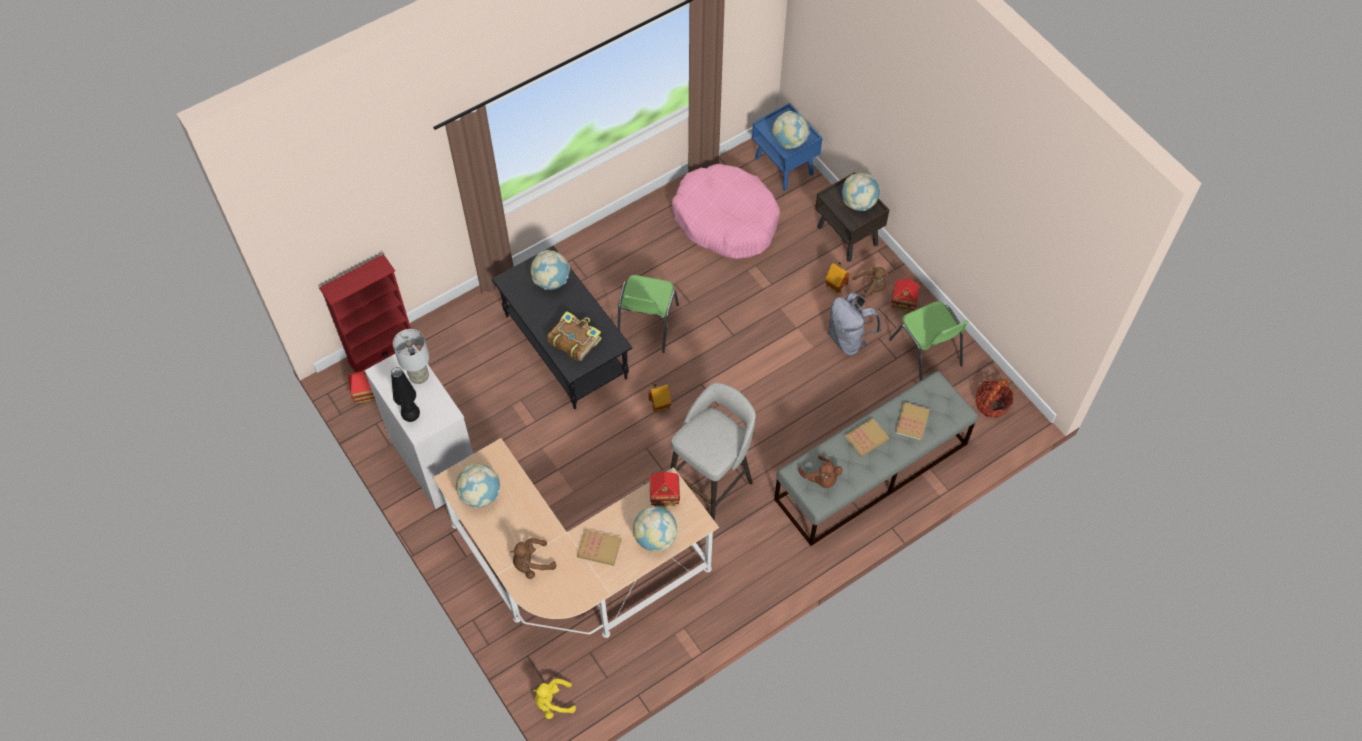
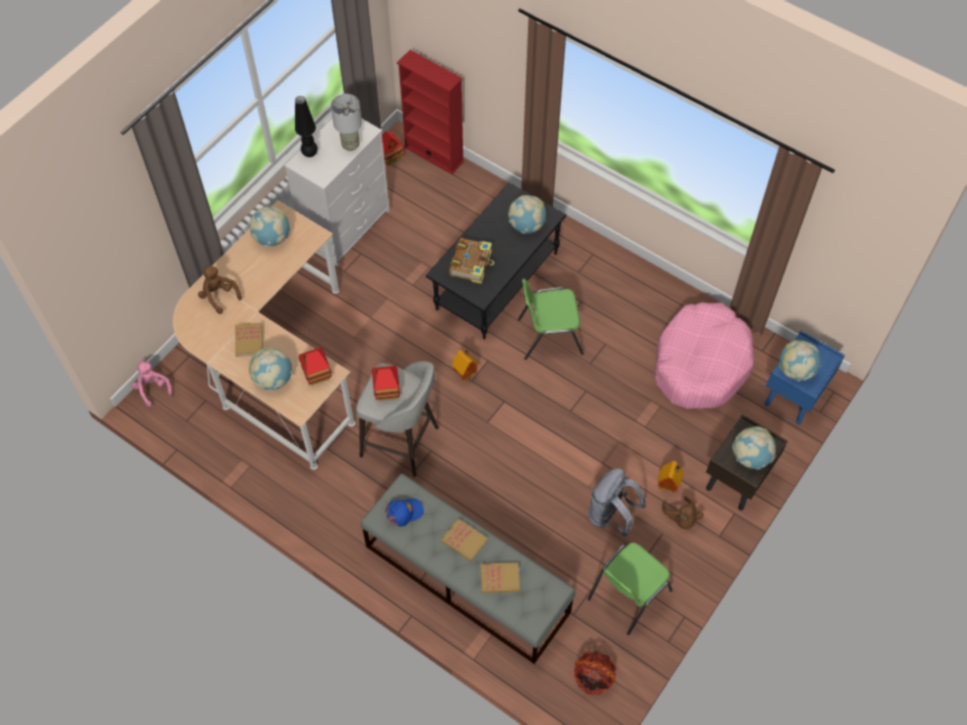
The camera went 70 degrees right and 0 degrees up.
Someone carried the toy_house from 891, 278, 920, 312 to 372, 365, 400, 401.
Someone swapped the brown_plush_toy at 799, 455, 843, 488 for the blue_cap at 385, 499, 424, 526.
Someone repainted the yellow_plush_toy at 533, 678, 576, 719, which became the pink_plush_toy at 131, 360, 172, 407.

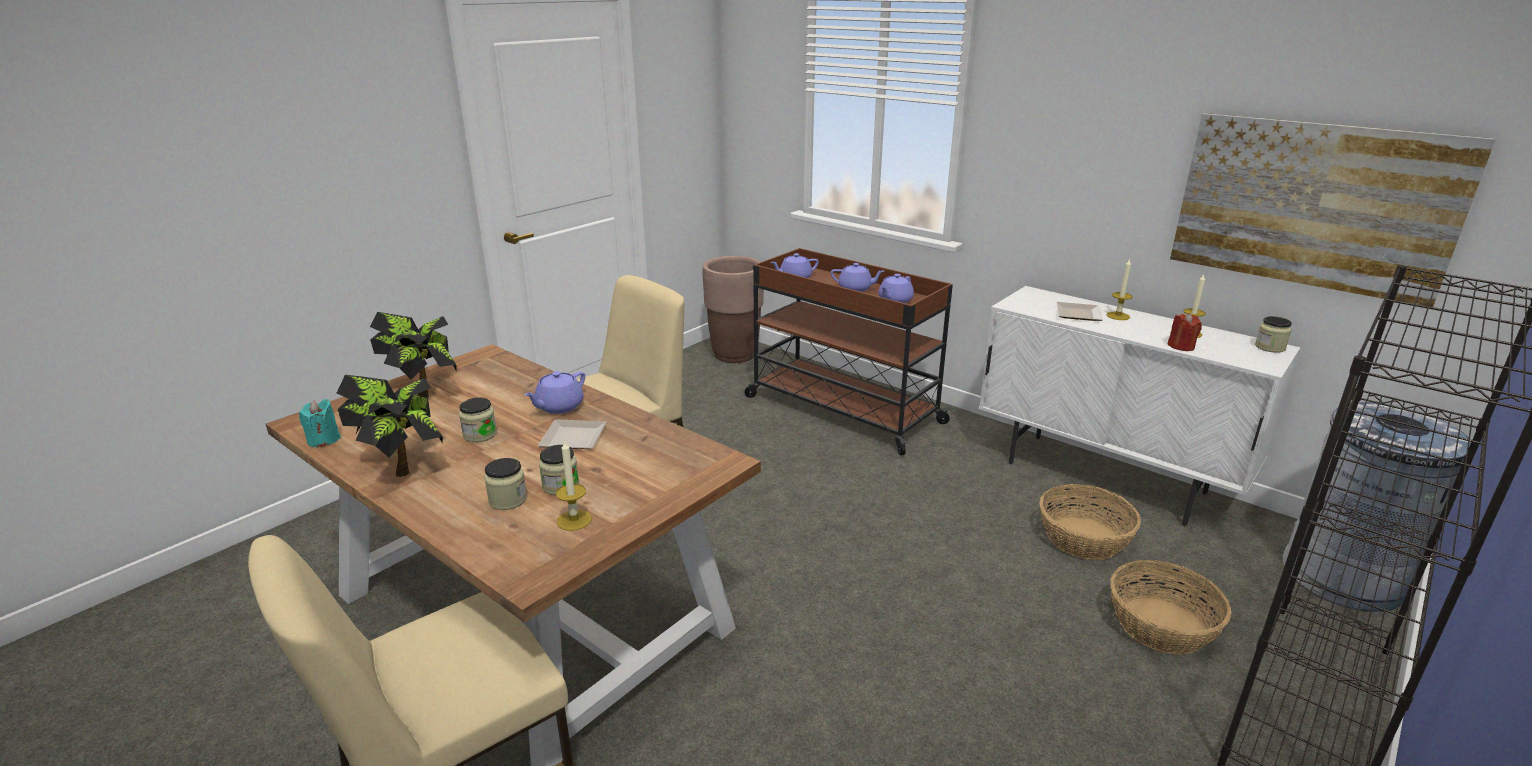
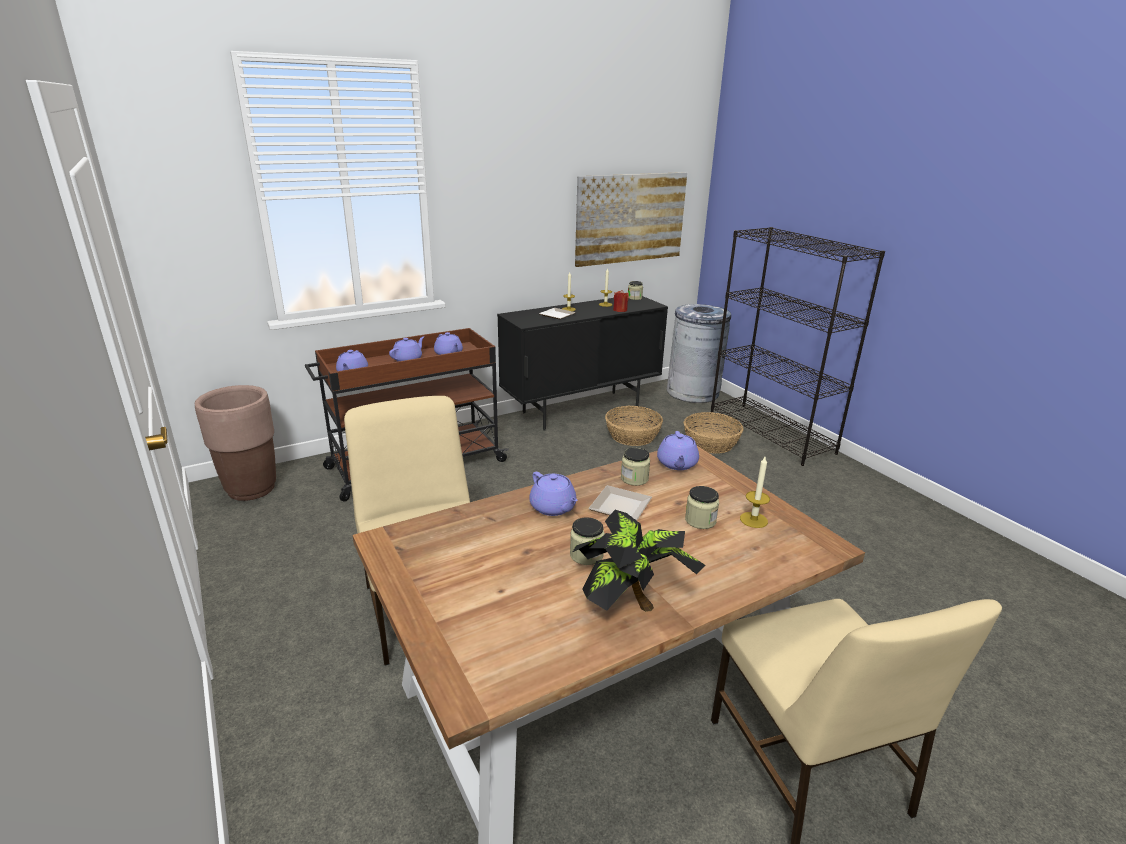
The camera went 70 degrees left and 0 degrees up.
Someone repainted the white_cabinet at 979, 286, 1300, 526, which became the black_cabinet at 497, 296, 668, 431.
Someone took away the potted_plant at 370, 312, 456, 398.
Someone took away the turquoise_candle at 299, 399, 341, 448.
Someone carried the jar from 484, 458, 527, 510 to 621, 447, 650, 486.
Someone put down the purple_teapot at 657, 431, 699, 470.

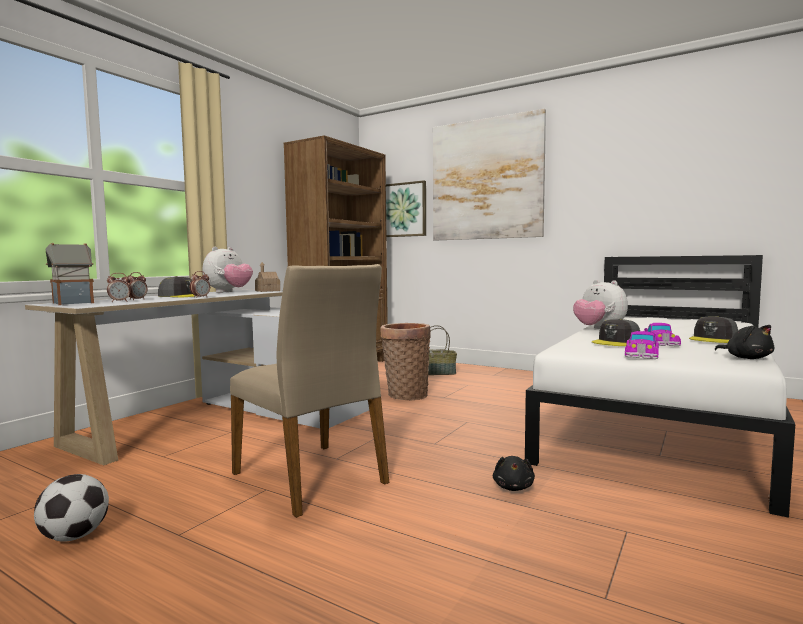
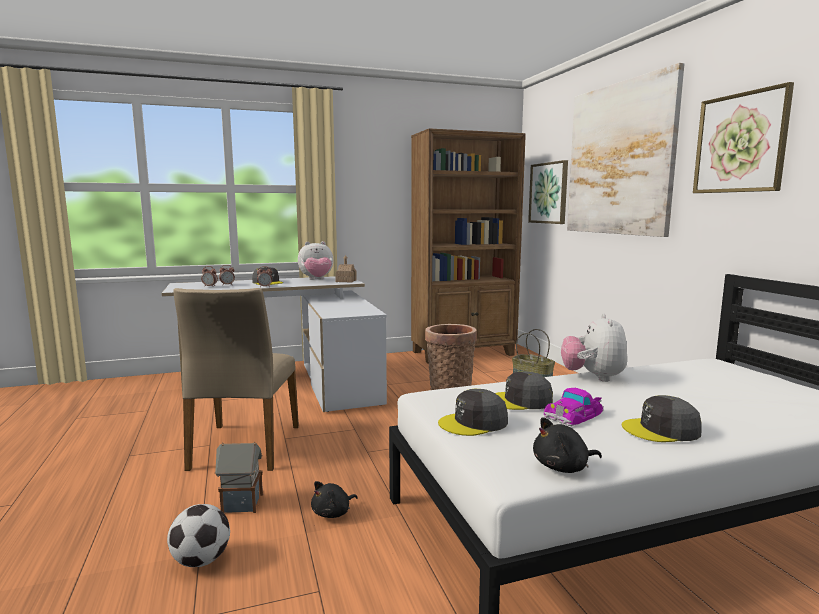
The camera went 40 degrees right and 5 degrees up.
Someone carried the toy_house from 45, 243, 94, 305 to 215, 442, 263, 513.
Someone rotated the black_plush_toy at 715, 325, 774, 359 by 60 degrees clockwise.
Someone swapped the toy_car at 625, 331, 659, 359 for the grey_cap at 438, 389, 508, 436.
Someone carried the football from 34, 474, 109, 542 to 167, 504, 230, 567.
Someone put up the picture at 693, 82, 794, 193.

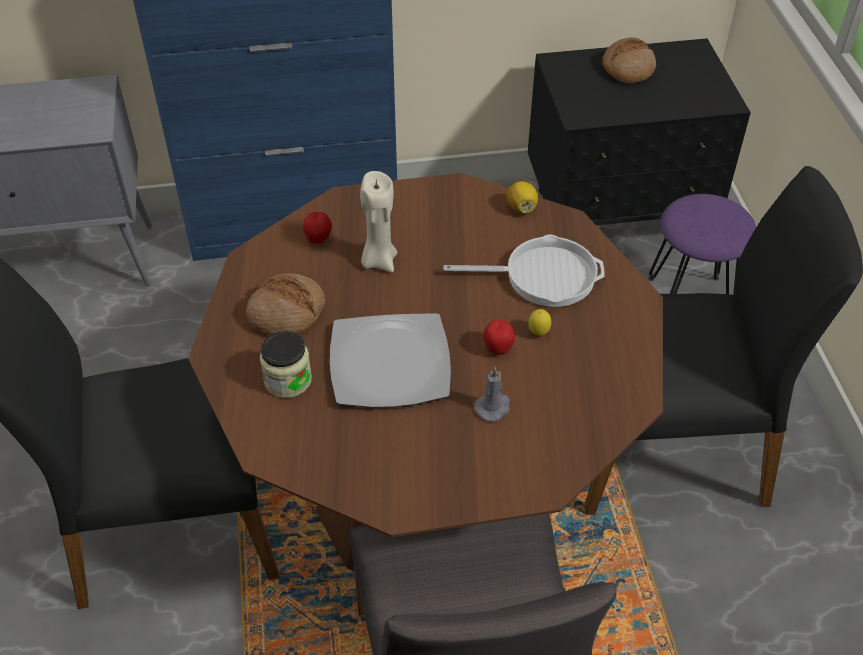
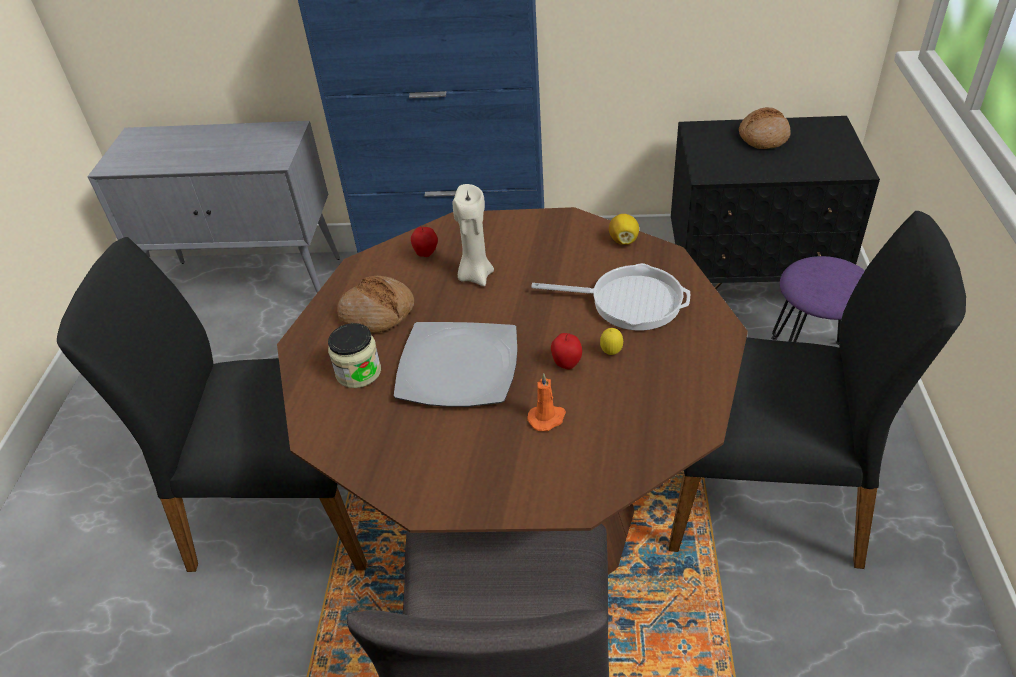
The camera went 15 degrees right and 5 degrees down.
Someone repainted the grey_candle at 474, 367, 510, 422, which became the orange_candle at 527, 373, 566, 431.

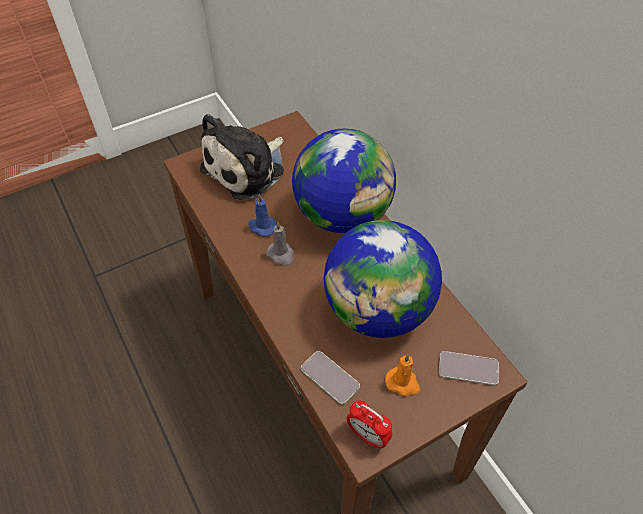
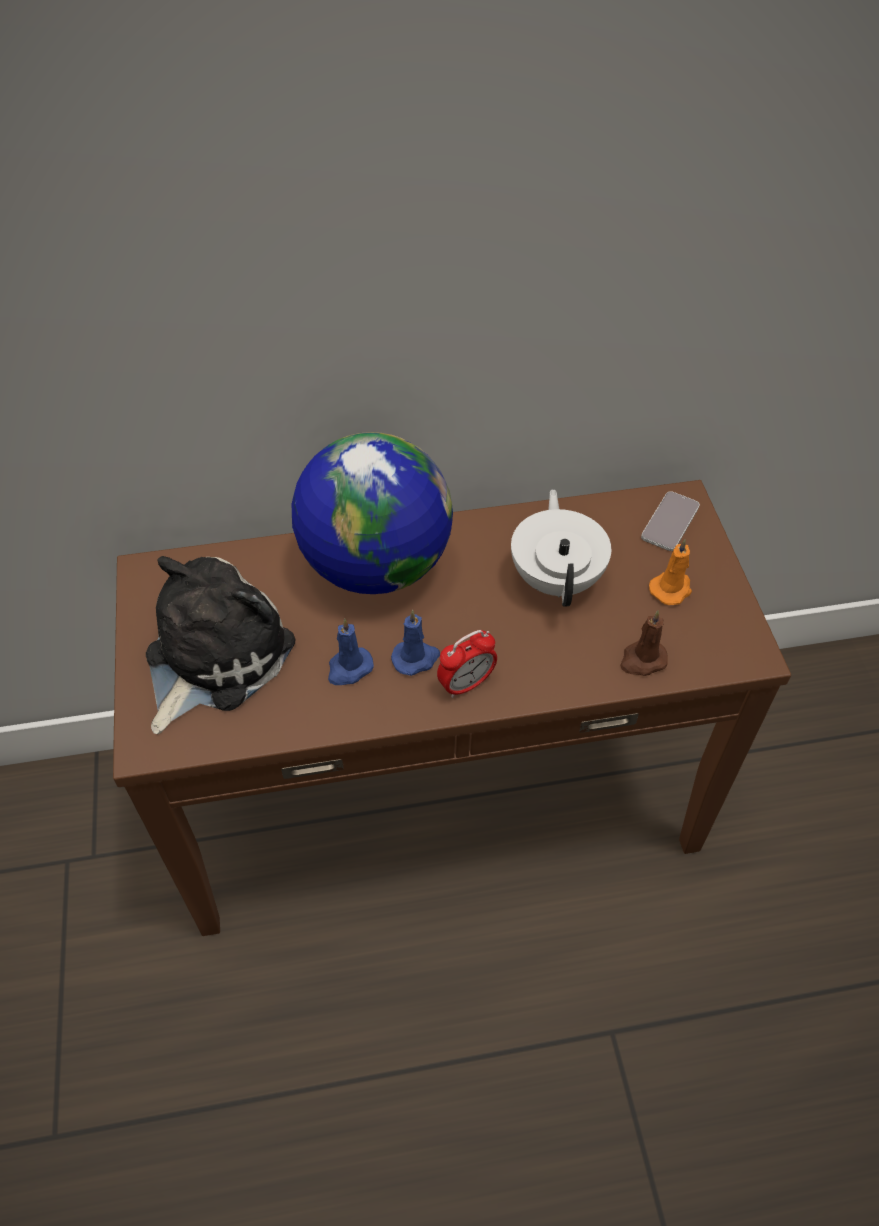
The camera went 70 degrees left and 0 degrees up.
Someone rotated the plush_toy at 200, 114, 284, 200 by 120 degrees counterclockwise.
Someone swapped the globe at 324, 220, 442, 338 for the white_teapot at 511, 489, 611, 606.
Someone repainted the grey_candle at 266, 222, 294, 266, which became the blue_candle at 391, 610, 440, 676.
Someone swapped the phone at 301, 351, 360, 405 for the brown_candle at 620, 611, 668, 676.
Someone carried the alarm_clock from 347, 401, 392, 449 to 437, 630, 497, 698.

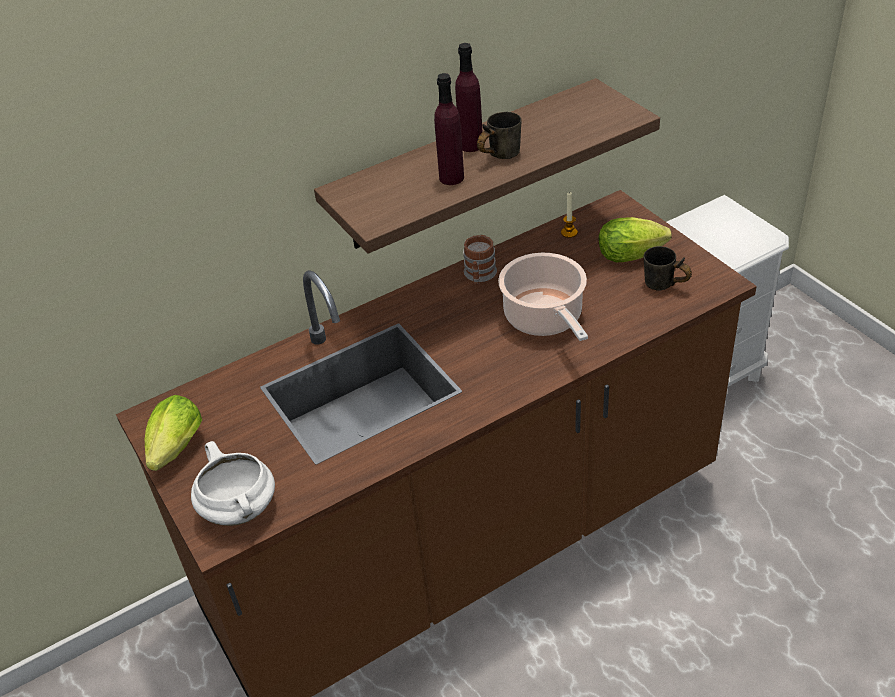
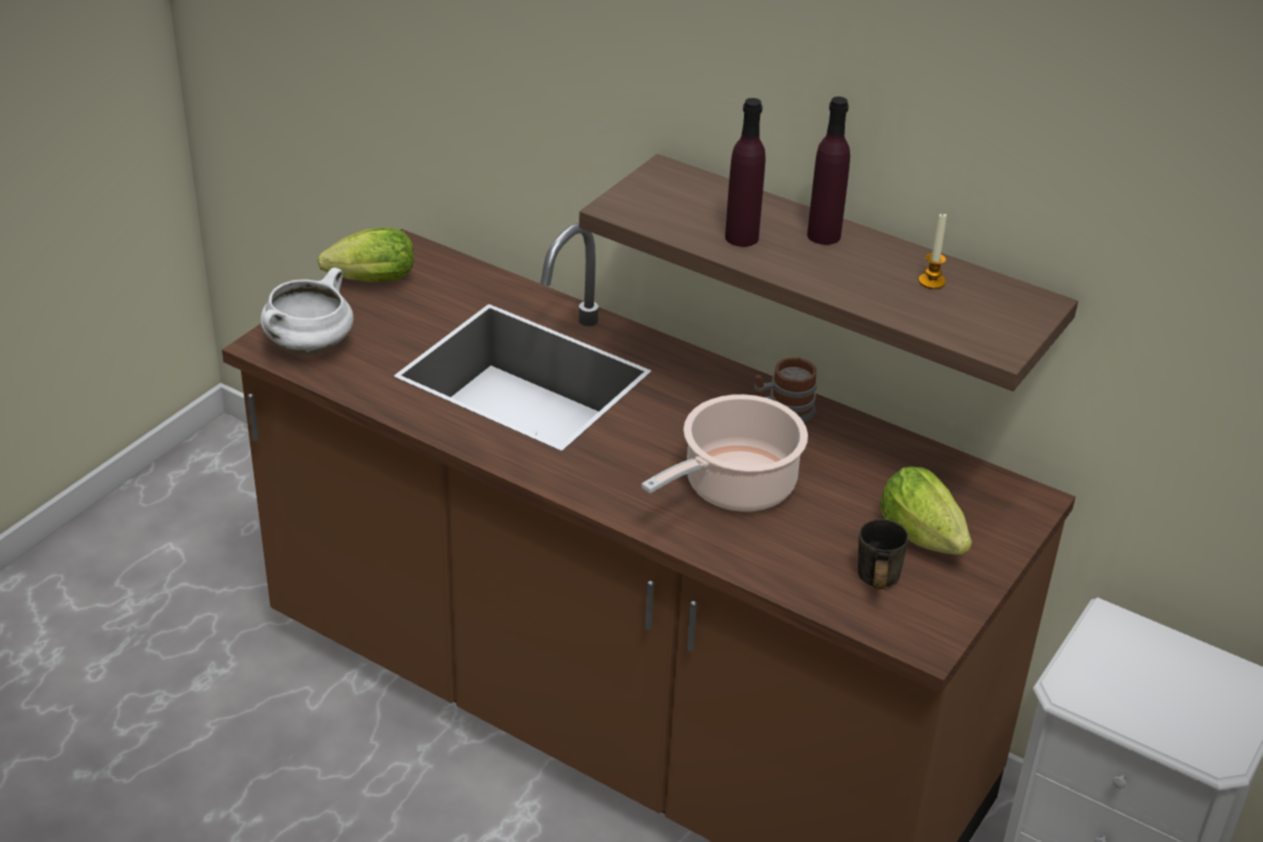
The camera went 60 degrees right and 5 degrees down.
Someone took away the grey_mug at 477, 112, 521, 159.
Someone carried the candle from 561, 192, 578, 238 to 919, 214, 947, 289.

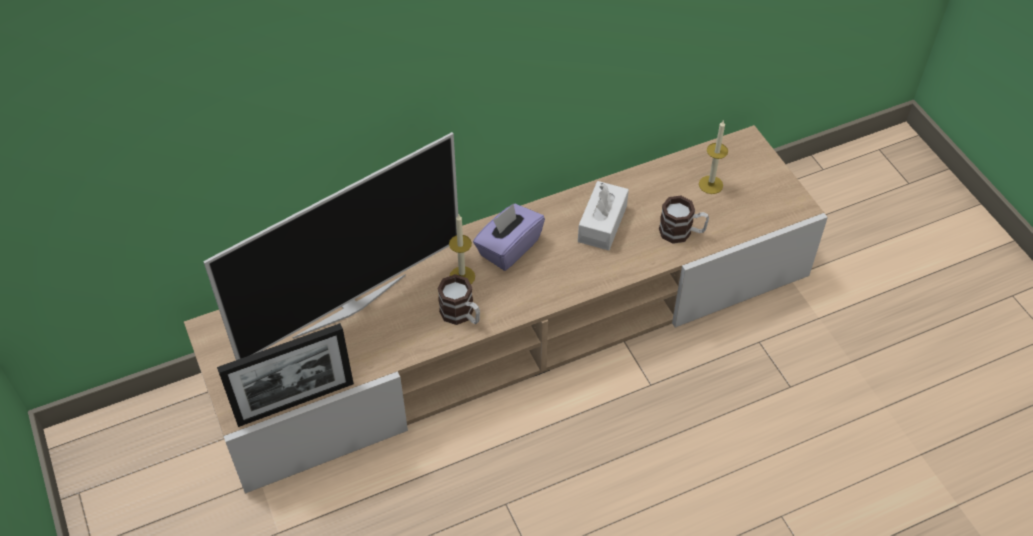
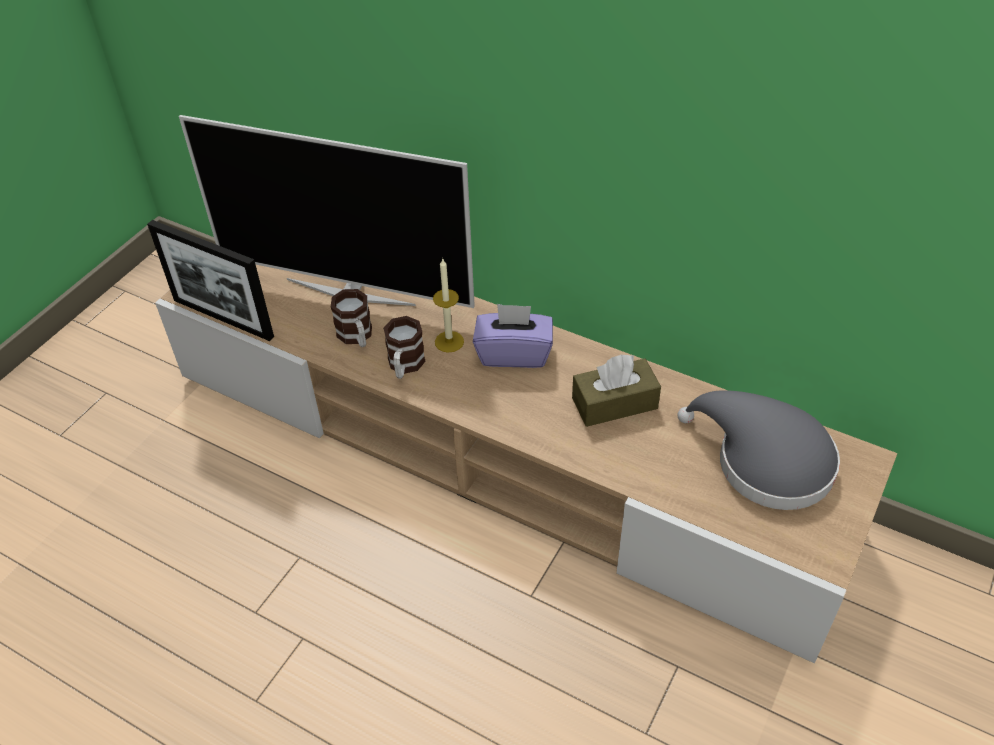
The camera went 55 degrees right and 5 degrees down.
Someone swapped the candle at 699, 121, 728, 194 for the grey_hat at 678, 390, 840, 510.
Someone repainted the white_tissue_box at 578, 181, 629, 251, which became the brown_tissue_box at 572, 354, 661, 427.
Someone carried the mug from 659, 196, 709, 244 to 331, 289, 372, 347.

